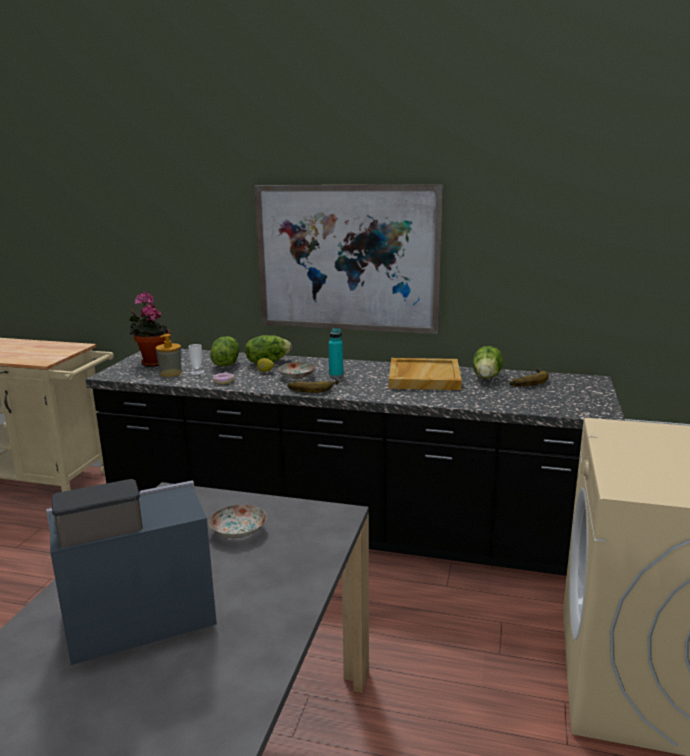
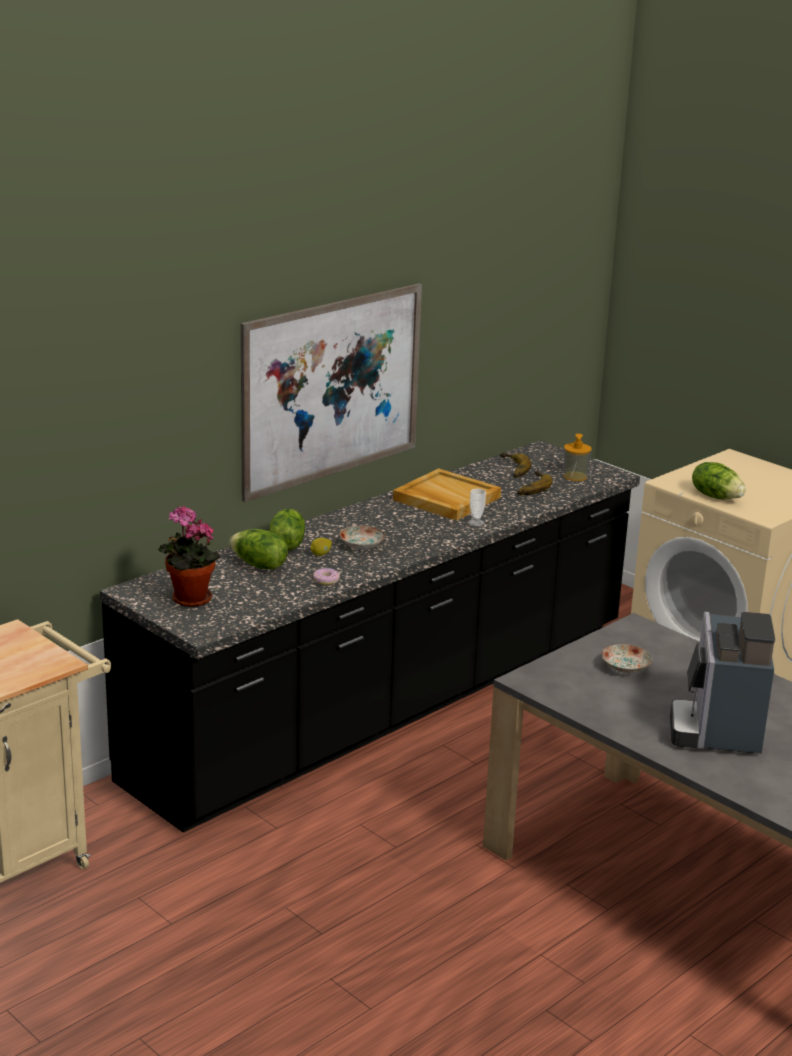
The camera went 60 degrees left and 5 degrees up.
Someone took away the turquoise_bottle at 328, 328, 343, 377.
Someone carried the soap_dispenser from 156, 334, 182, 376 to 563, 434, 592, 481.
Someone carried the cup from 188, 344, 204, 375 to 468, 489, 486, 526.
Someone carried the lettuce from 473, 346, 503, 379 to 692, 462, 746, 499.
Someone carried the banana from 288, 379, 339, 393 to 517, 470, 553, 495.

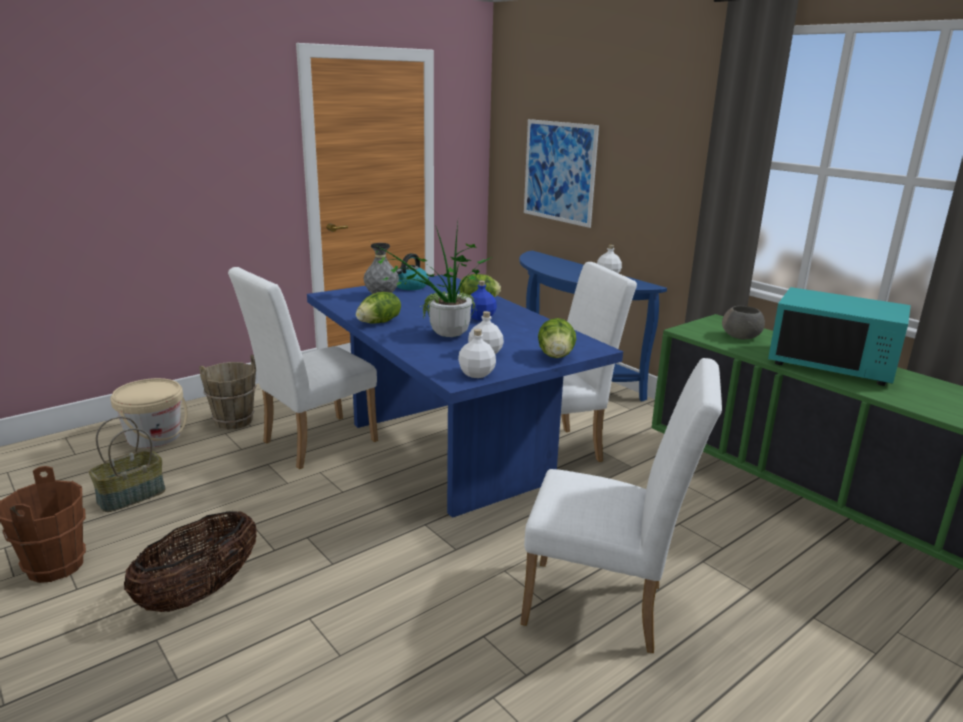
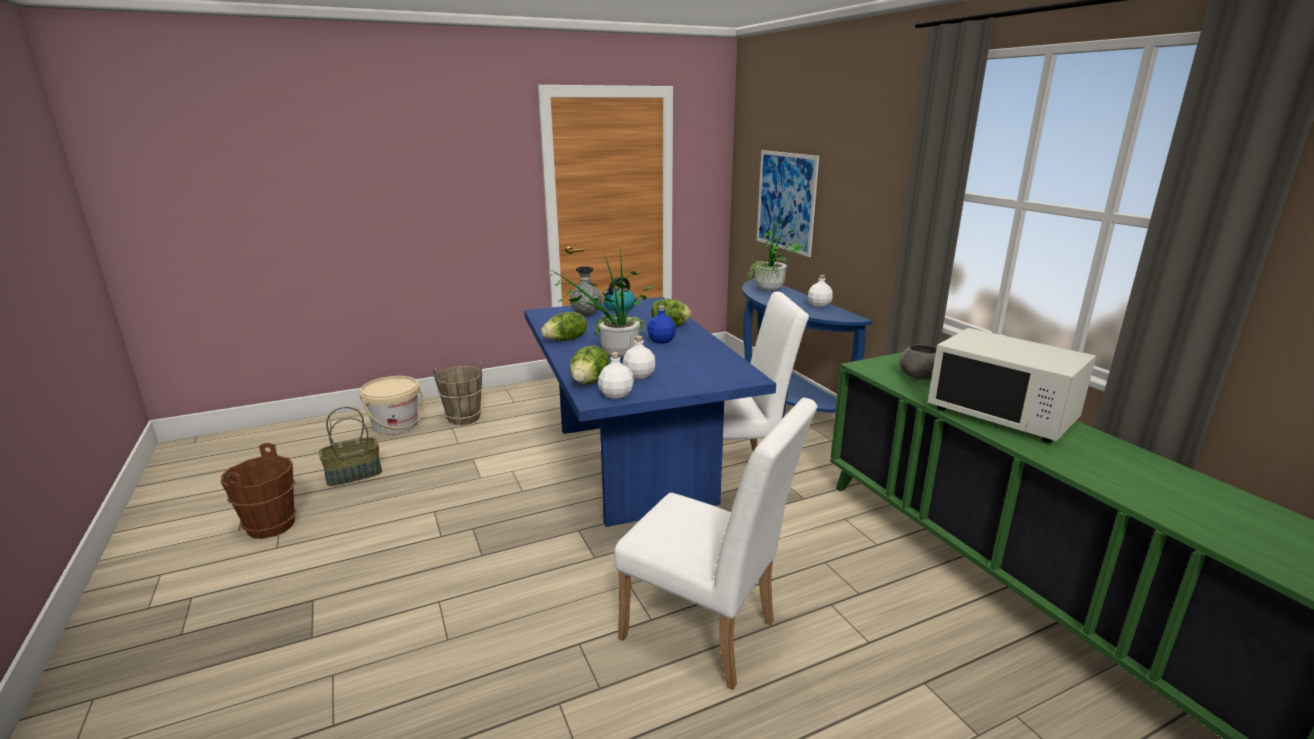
The camera went 15 degrees right and 0 degrees up.
Someone took away the white_chair at 228, 267, 378, 469.
Someone repainted the turquoise_microwave at 768, 287, 911, 386, which became the white_microwave at 928, 328, 1096, 443.
Someone carried the lettuce from 538, 318, 576, 358 to 569, 345, 610, 384.
Someone took away the basket at 124, 510, 257, 612.
Someone put down the potted_plant at 747, 207, 804, 291.

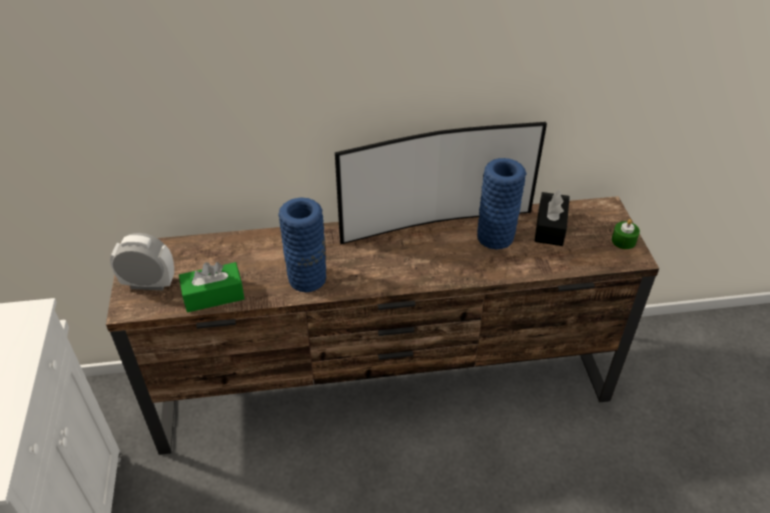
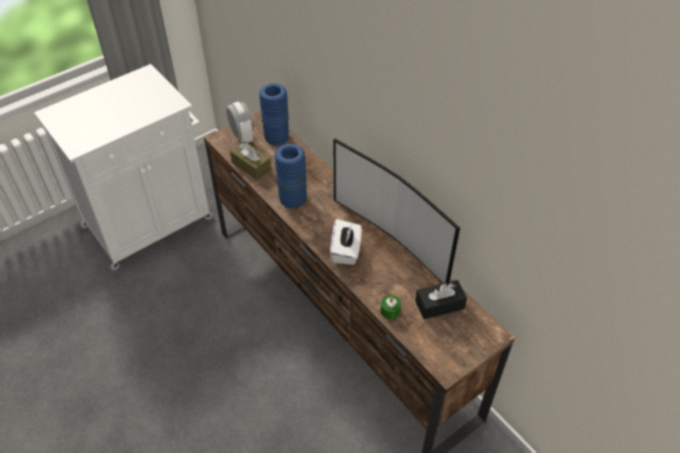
The camera went 60 degrees right and 5 degrees up.
Someone carried the blue_vase from 477, 158, 526, 249 to 259, 83, 289, 145.
Someone carried the green_candle from 612, 219, 640, 249 to 380, 295, 401, 319.
Someone repainted the green_tissue_box at 179, 262, 244, 312, which became the brown_tissue_box at 230, 141, 271, 180.
Someone put down the white_tissue_box at 330, 219, 362, 265.

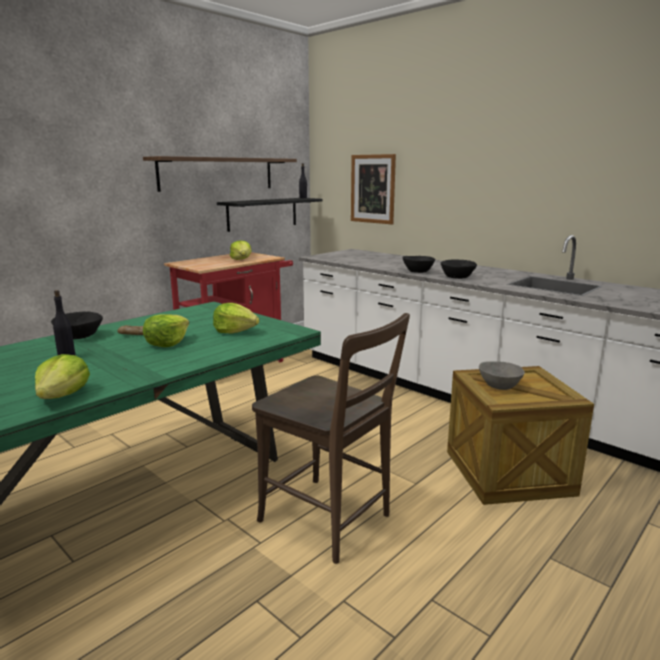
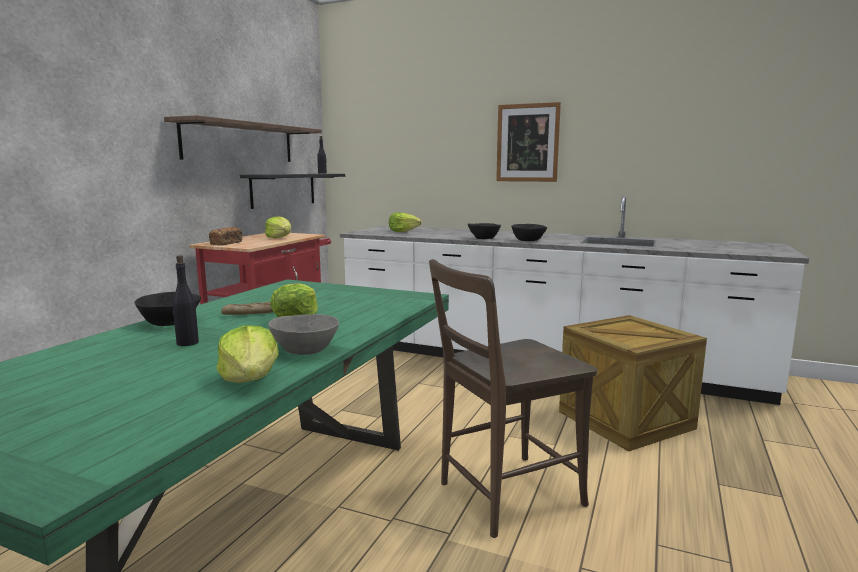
The camera went 20 degrees left and 5 degrees down.
Someone carried the picture from 351, 154, 396, 224 to 496, 102, 561, 182.
Someone carried the lettuce from 213, 303, 259, 334 to 389, 212, 422, 232.
Someone rotated the brown_chair at 252, 313, 410, 564 by 135 degrees clockwise.
Someone carried the grey_bowl from 479, 361, 525, 390 to 268, 314, 339, 355.
Someone put down the bread at 209, 227, 243, 246.

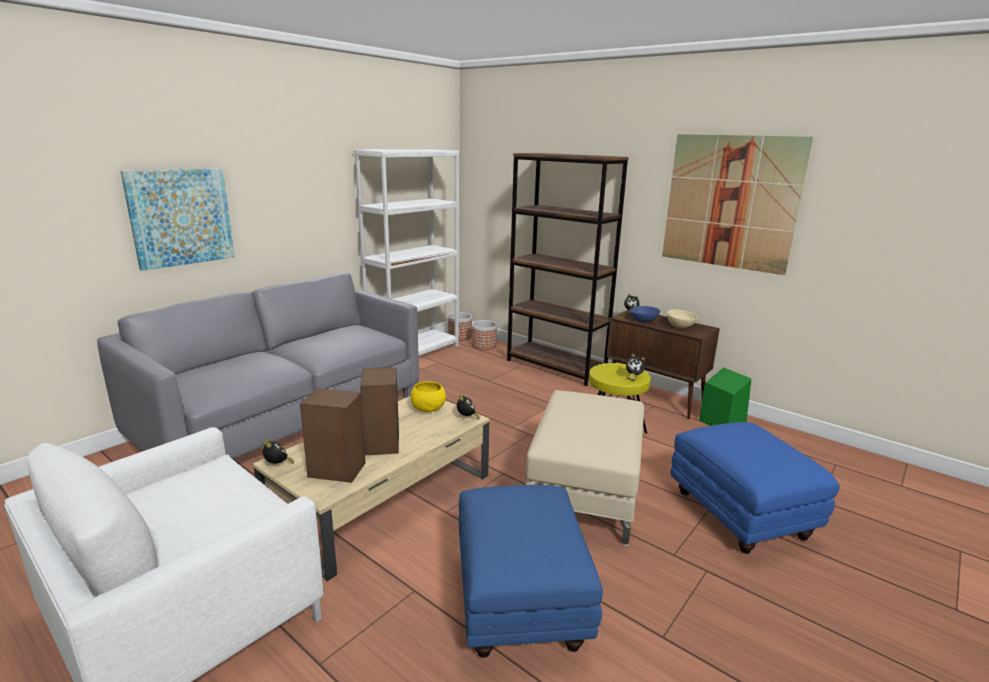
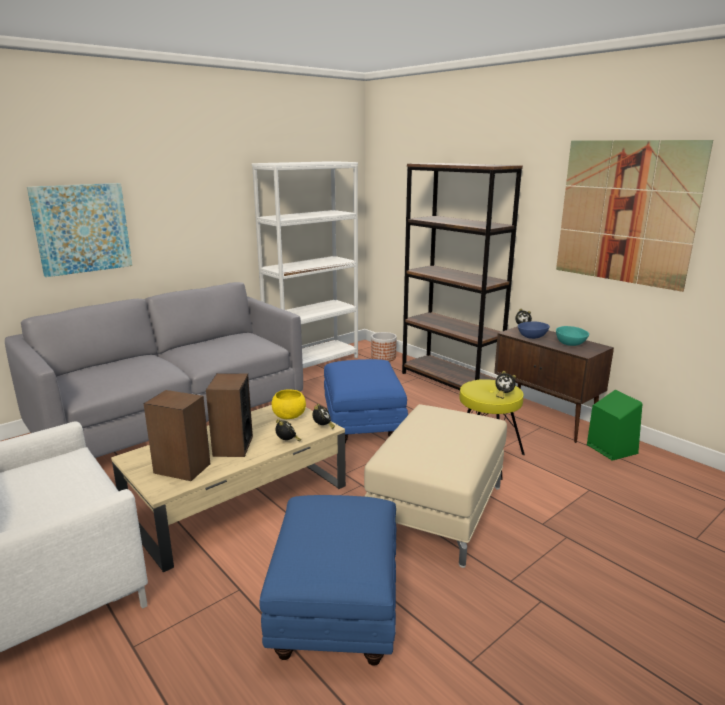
The camera went 10 degrees right and 0 degrees up.
Someone repainted the beige_bowl at 667, 309, 698, 328, which became the turquoise_bowl at 556, 326, 589, 346.
Someone took away the planter at 448, 312, 472, 341.
Someone carried the blue_ottoman from 670, 422, 840, 554 to 324, 359, 408, 444.
Someone carried the alarm_clock from 263, 440, 294, 464 to 275, 419, 301, 442.

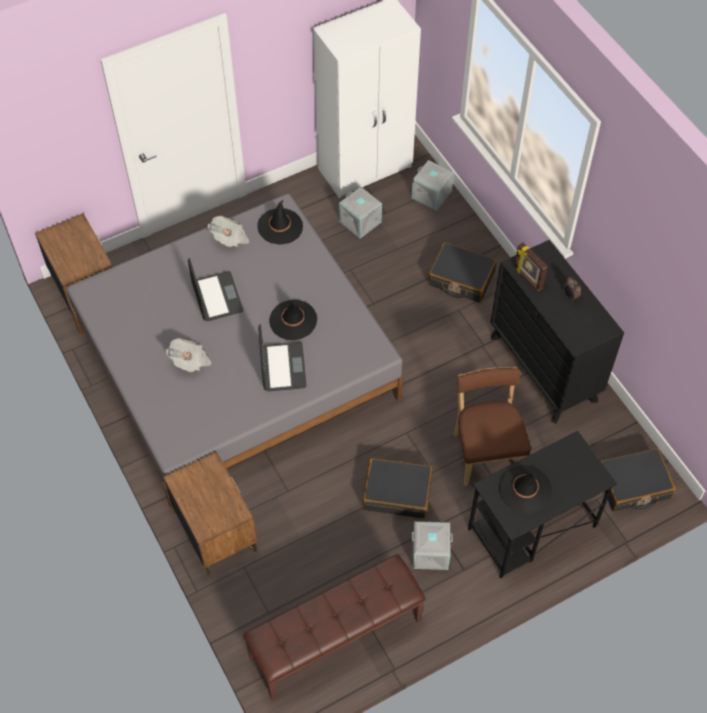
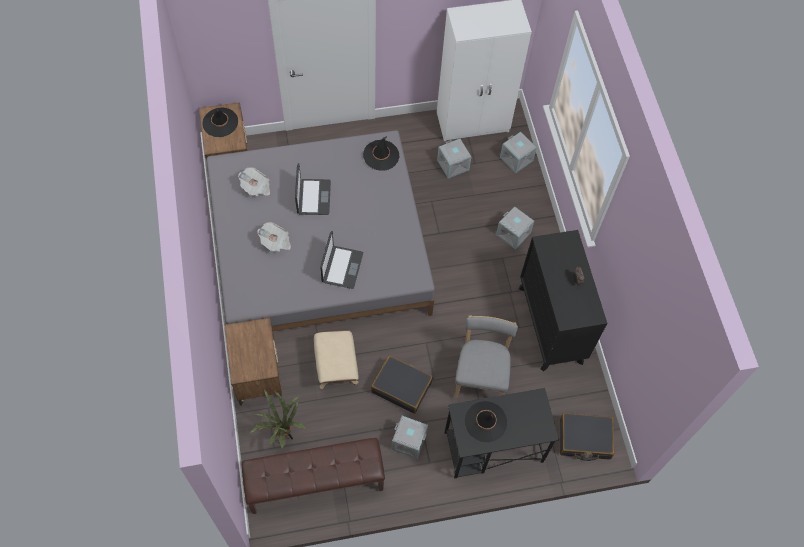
The camera went 15 degrees right and 5 degrees up.
Someone carried the newspaper from 208, 216, 249, 247 to 238, 167, 270, 196.
Someone swapped the black_suitcase at 428, 242, 497, 303 for the grey_storage_box at 496, 206, 534, 249.
Someone took away the picture_frame at 514, 242, 548, 291.
Someone carried the black_hat from 269, 300, 317, 340 to 202, 108, 238, 137.
Someone repainted the brown_chair at 454, 367, 531, 486, which became the grey_chair at 454, 315, 518, 399.
Someone put down the beige_ottoman at 314, 330, 359, 390.
Someone put down the potted_plant at 250, 390, 306, 448.

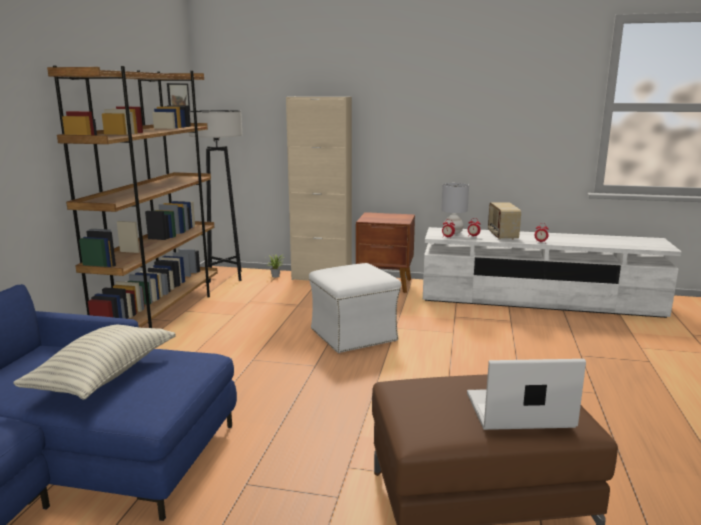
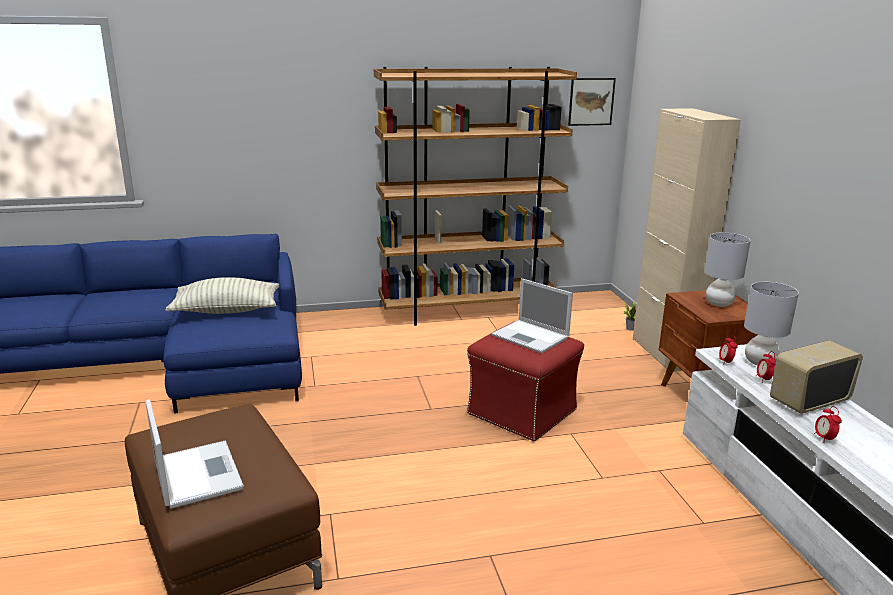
The camera went 65 degrees right and 5 degrees up.
Someone took away the grey_floor_lamp at 189, 110, 242, 283.
Someone repainted the white_ottoman at 309, 263, 401, 353, which became the red_ottoman at 467, 322, 584, 442.
Someone put down the grey_table_lamp at 704, 233, 751, 307.
Someone put down the laptop at 492, 278, 573, 353.

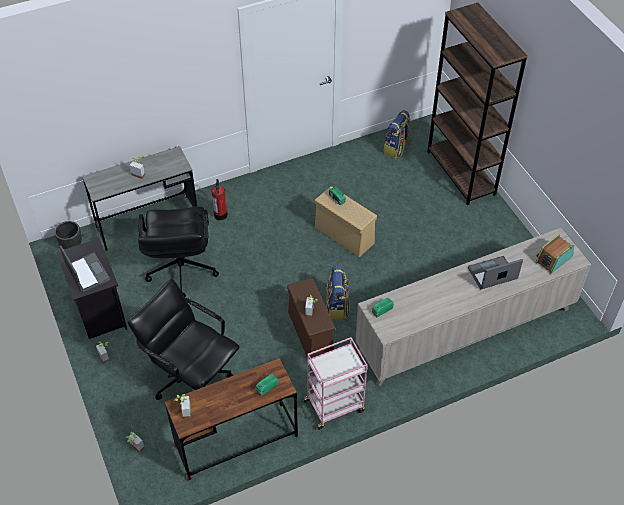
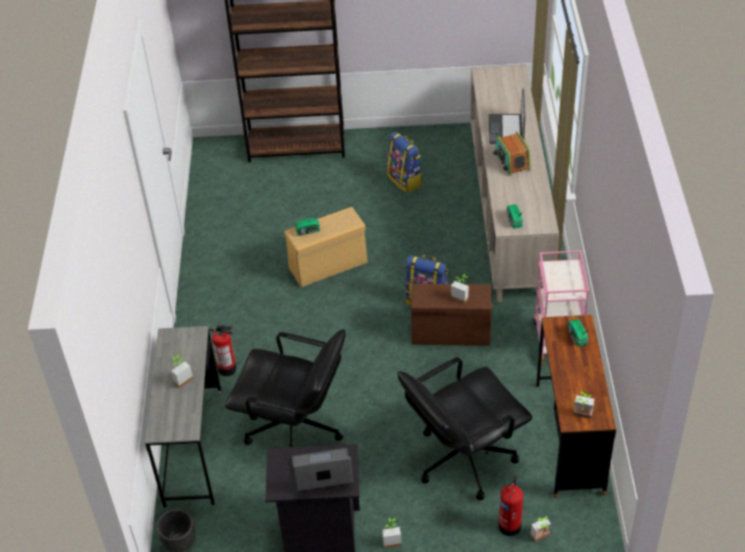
The camera went 65 degrees left and 5 degrees down.
Someone carried the backpack from 383, 110, 411, 159 to 387, 132, 423, 193.
Someone carried the radio from 535, 234, 574, 274 to 493, 131, 531, 176.
Someone put down the fire_extinguisher at 499, 476, 523, 536.

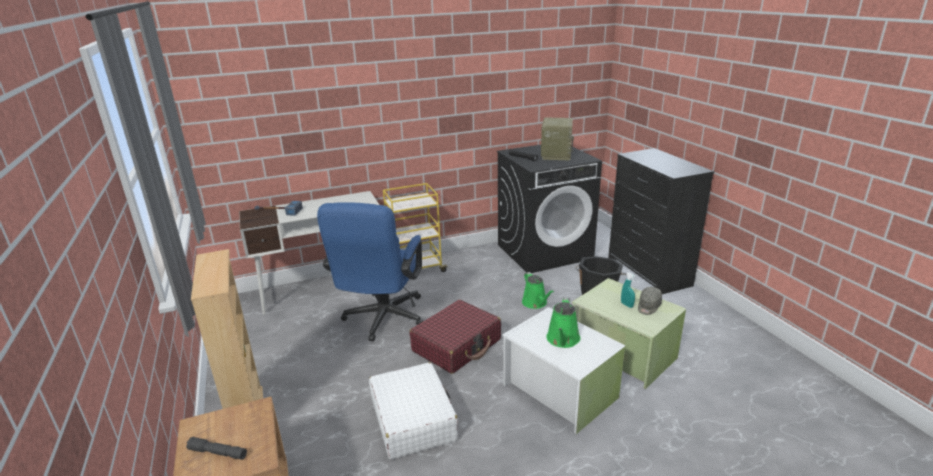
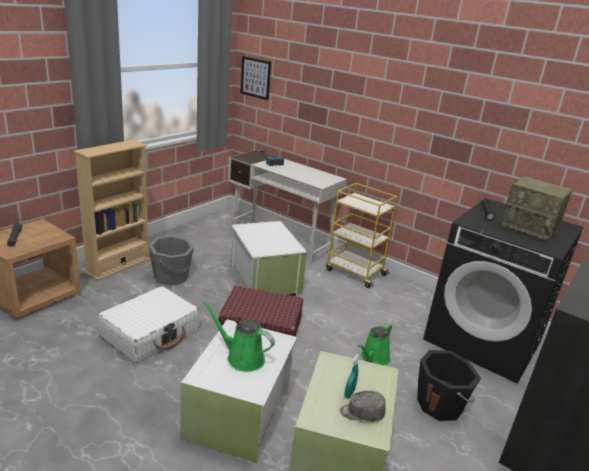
The camera went 55 degrees right and 0 degrees up.
Someone rotated the radio at 541, 118, 574, 160 by 60 degrees clockwise.
Someone swapped the blue_office_chair at 317, 202, 423, 341 for the white_storage_box at 231, 221, 307, 296.
Someone rotated the green_watering_can at 546, 297, 581, 348 by 45 degrees clockwise.
Someone put up the picture at 240, 56, 271, 100.
Someone put down the grey_bucket at 149, 235, 194, 286.

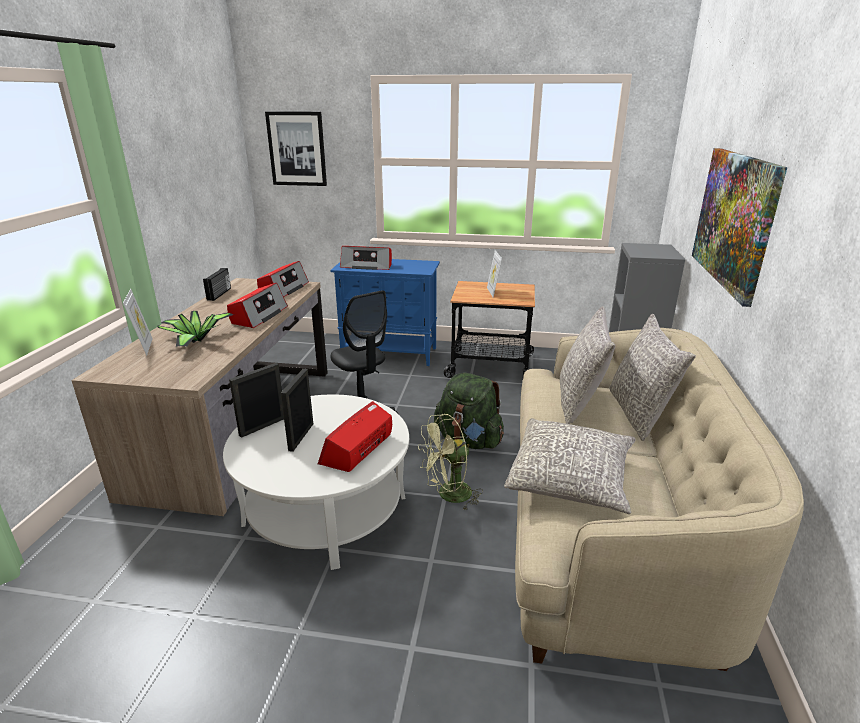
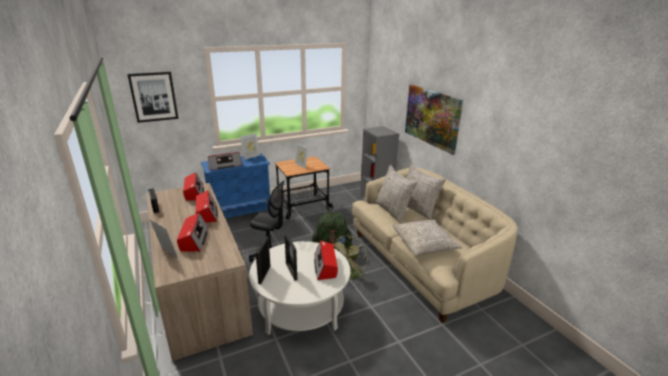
The camera went 35 degrees left and 0 degrees up.
Someone swapped the potted_plant at 157, 311, 234, 347 for the radio at 177, 213, 208, 252.
Someone put down the picture_frame at 240, 133, 260, 160.

